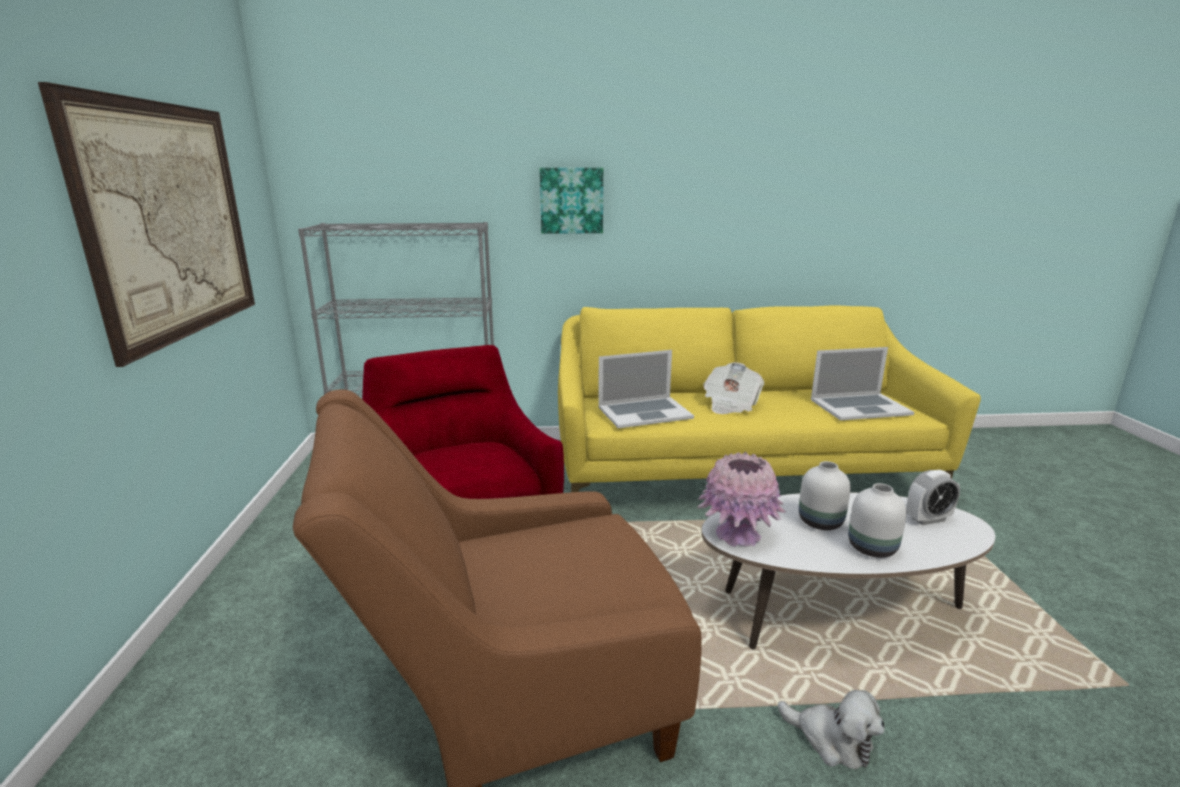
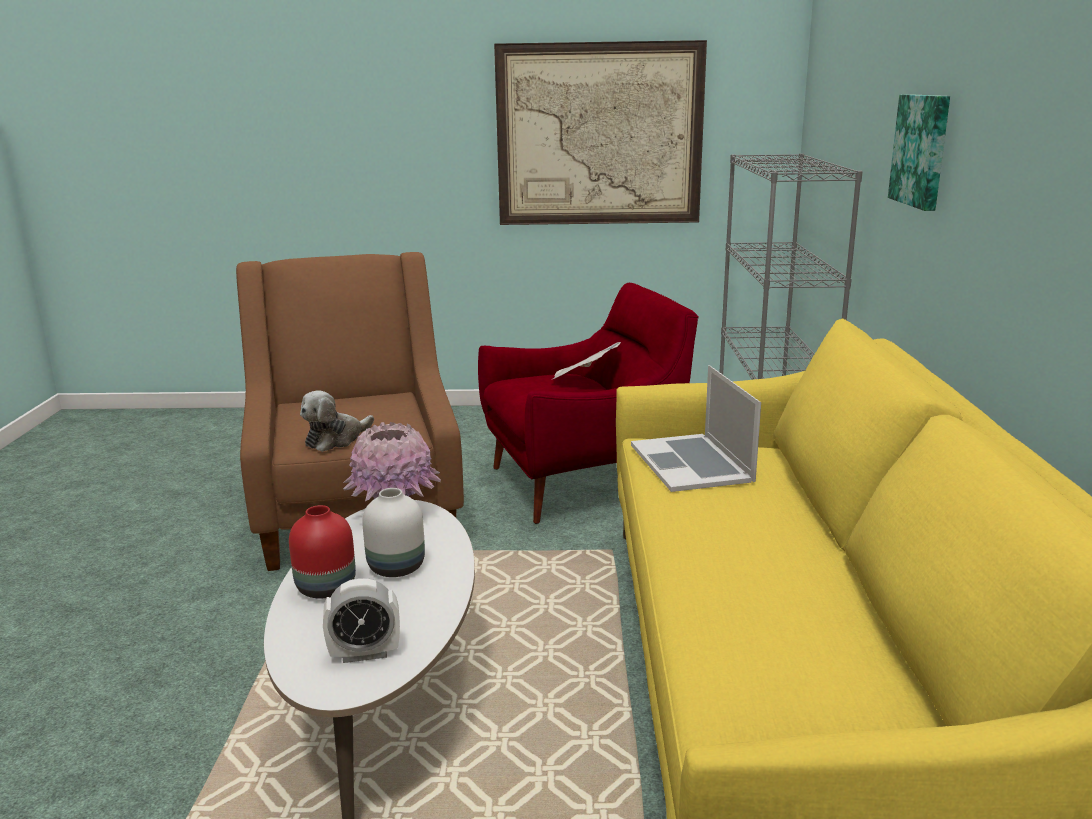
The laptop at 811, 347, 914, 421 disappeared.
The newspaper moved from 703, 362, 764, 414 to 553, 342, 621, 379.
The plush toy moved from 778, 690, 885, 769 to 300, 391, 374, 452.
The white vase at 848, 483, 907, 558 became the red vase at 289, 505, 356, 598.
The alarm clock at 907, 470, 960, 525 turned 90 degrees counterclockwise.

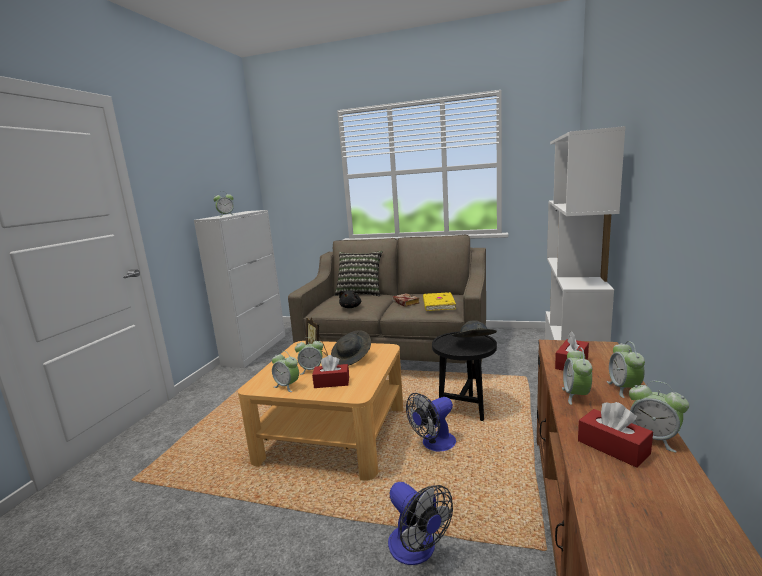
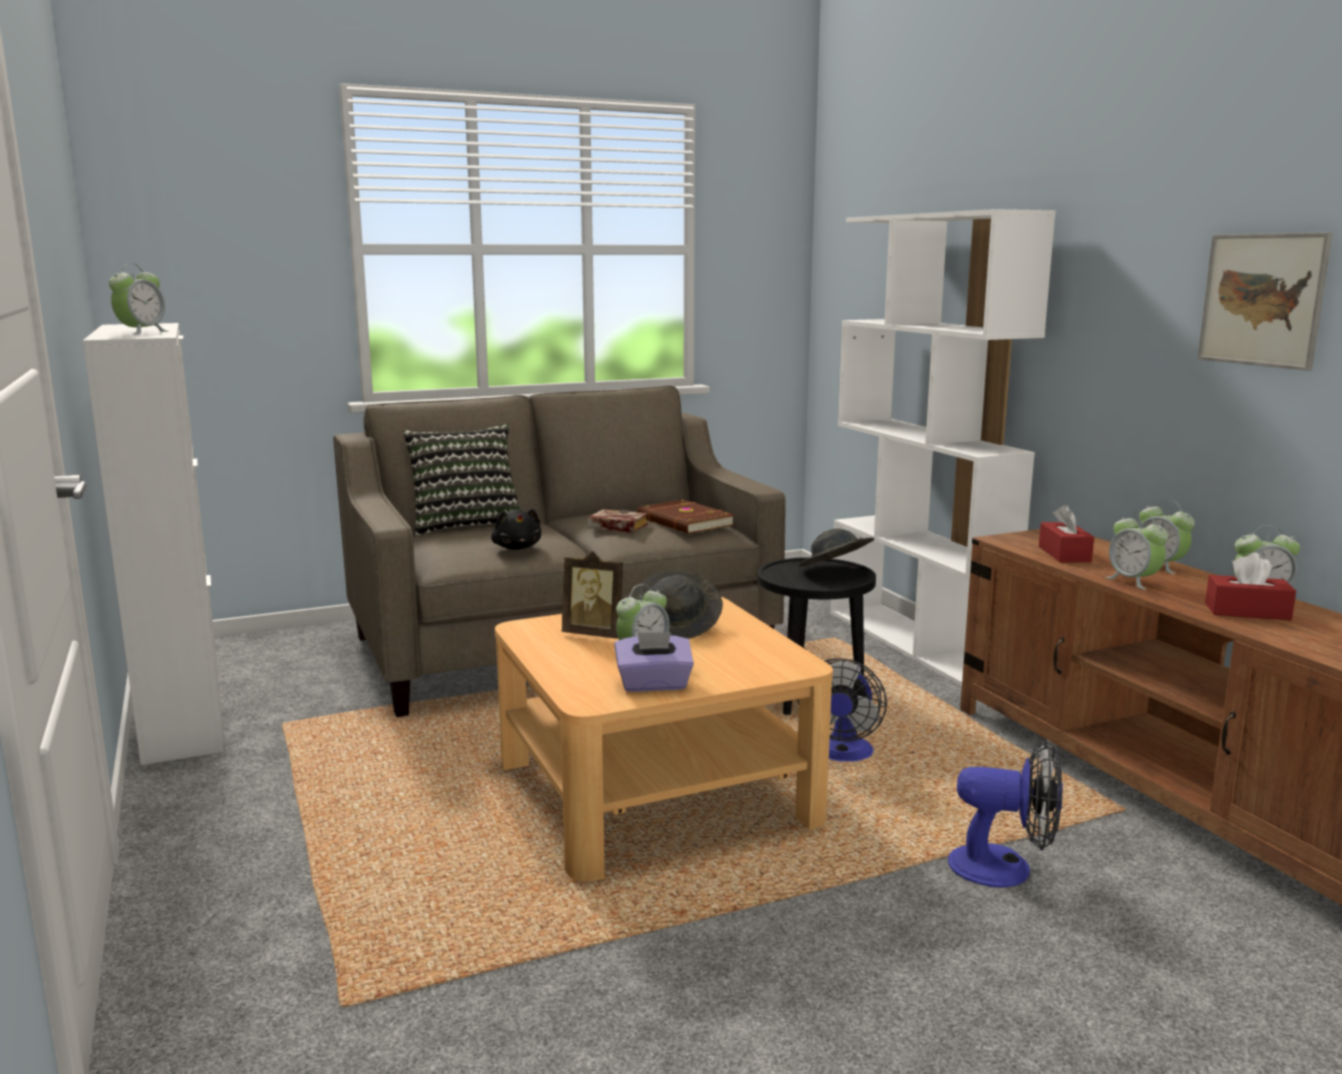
The red tissue box at 312, 355, 349, 388 disappeared.
The picture at 1197, 232, 1333, 371 appeared.
The alarm clock at 272, 351, 299, 392 was replaced by the purple tissue box at 614, 632, 694, 692.
The yellow book at 423, 292, 456, 311 became the brown book at 637, 500, 734, 534.

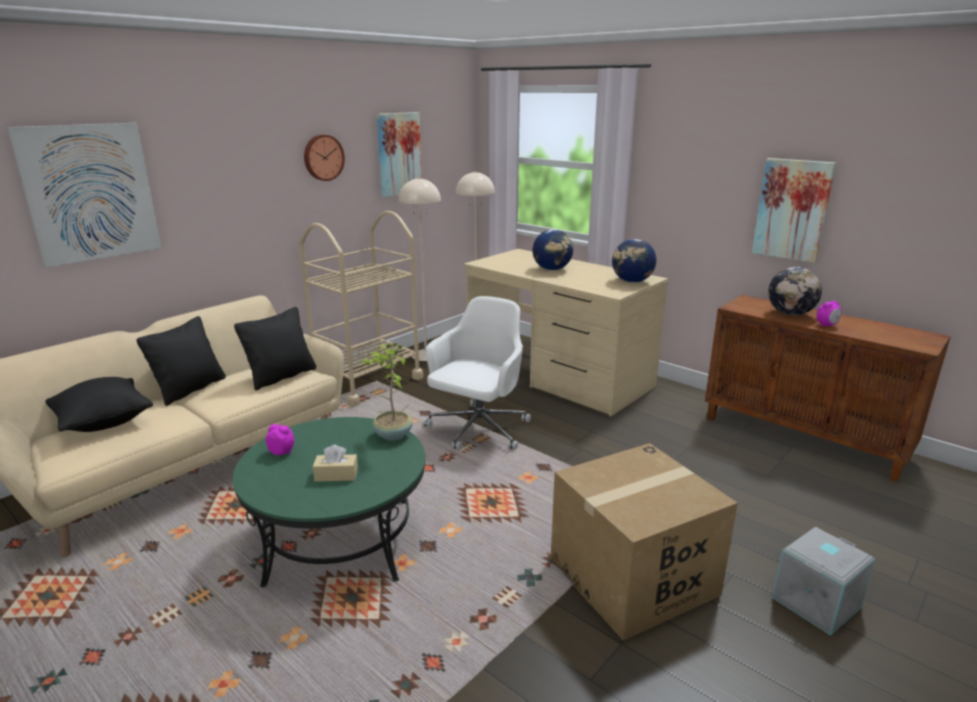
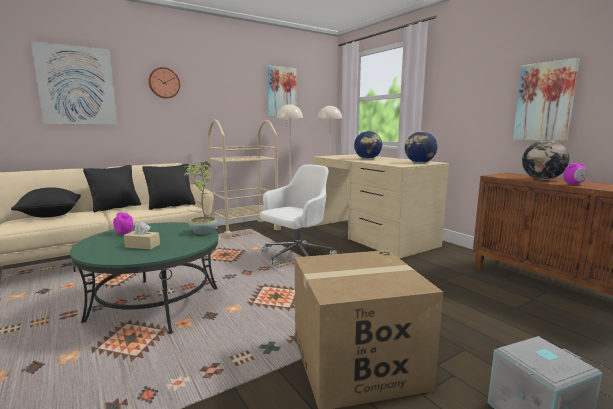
The wall clock moved from 304, 134, 345, 181 to 148, 67, 180, 99.

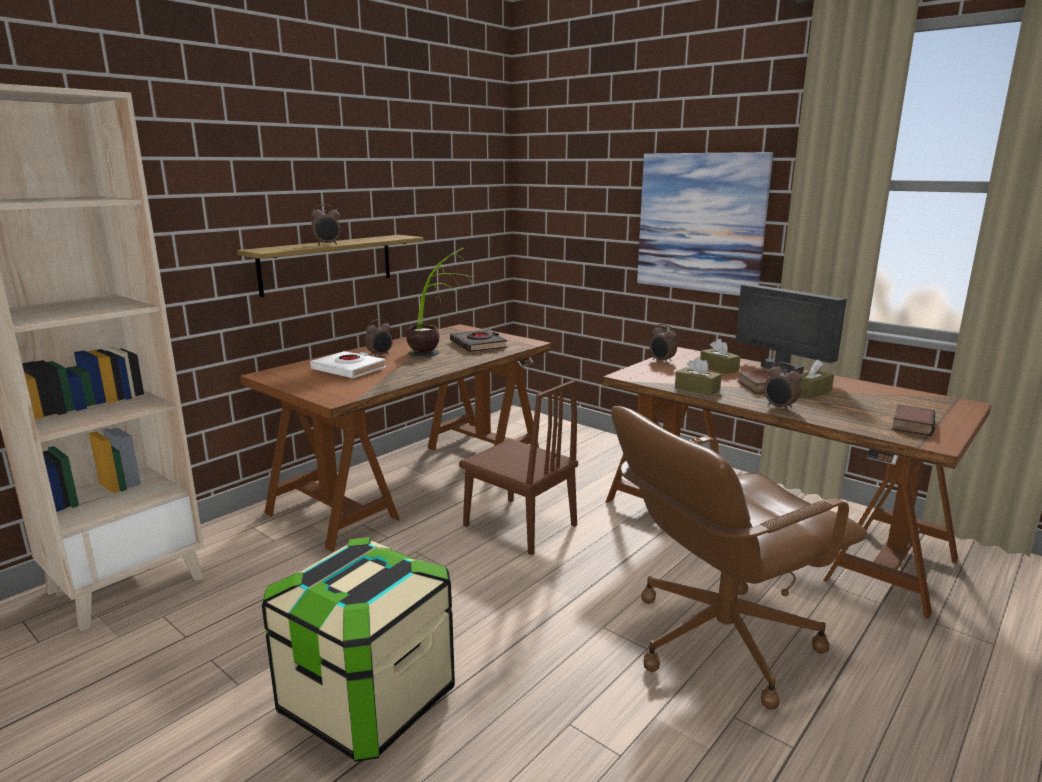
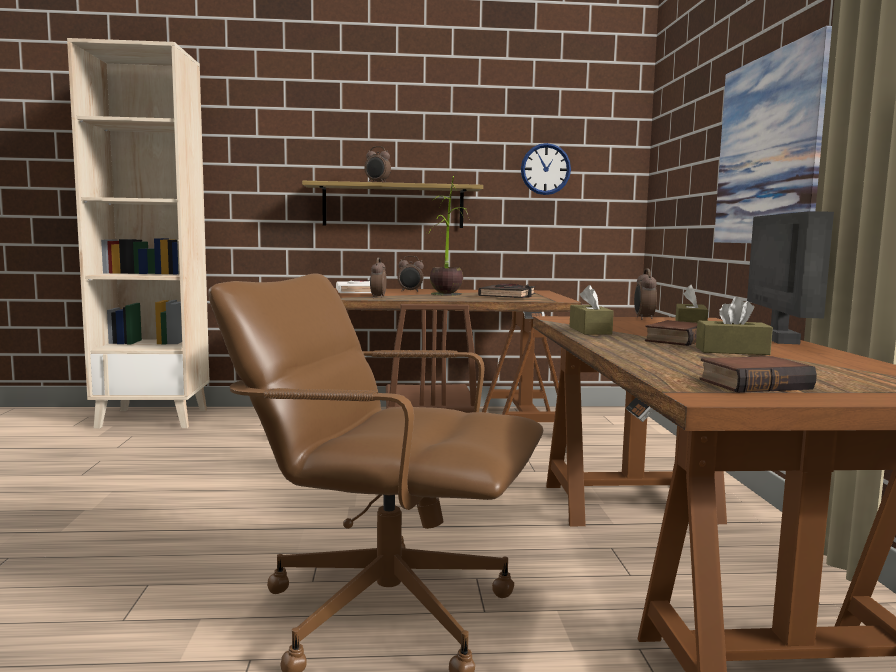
The storage box at 262, 537, 455, 762 disappeared.
The wall clock at 521, 143, 571, 195 appeared.
The alarm clock moved from 764, 362, 802, 411 to 370, 258, 387, 298.

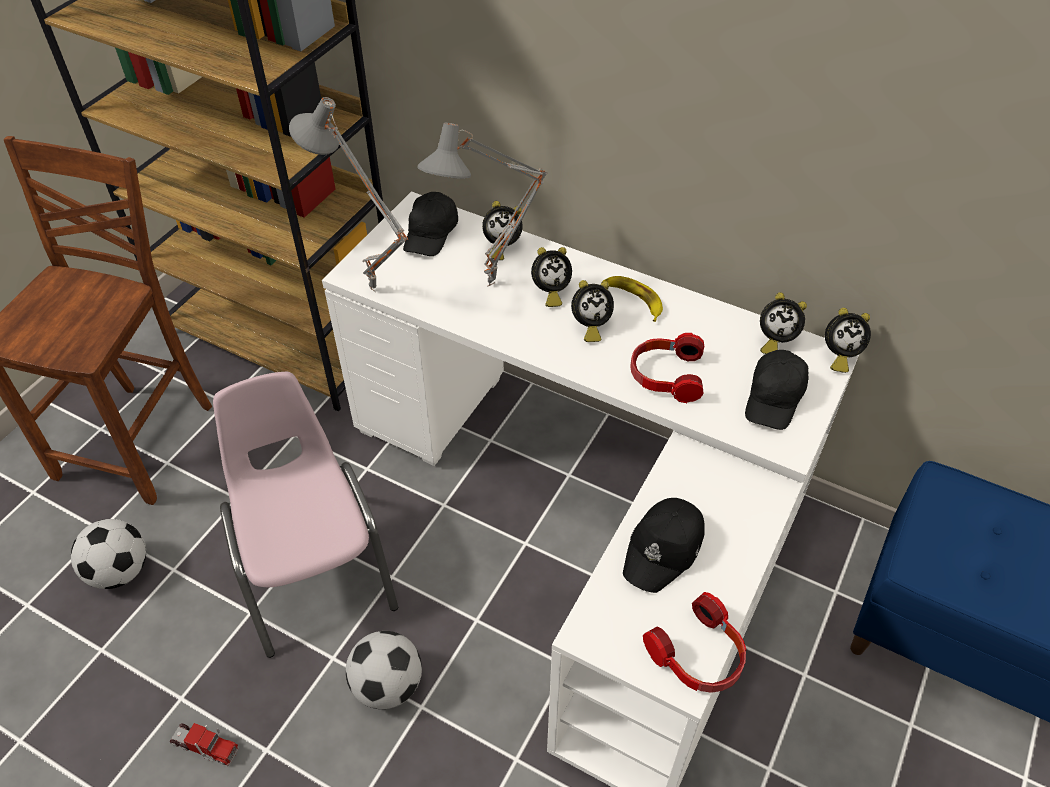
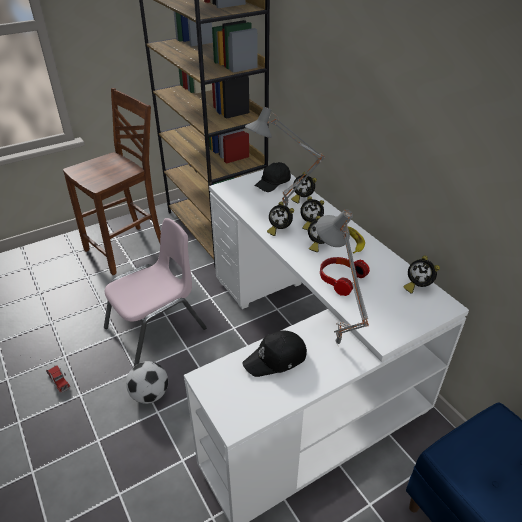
The football at 71, 519, 146, 589 disappeared.
The headphones at 643, 592, 746, 693 disappeared.
The black cap at 745, 350, 809, 430 disappeared.
The grey table lamp moved from 289, 97, 408, 292 to 316, 209, 369, 347.
The alarm clock moved from 825, 308, 871, 373 to 267, 202, 294, 236.
The pink chair at 213, 372, 398, 658 turned 45 degrees clockwise.

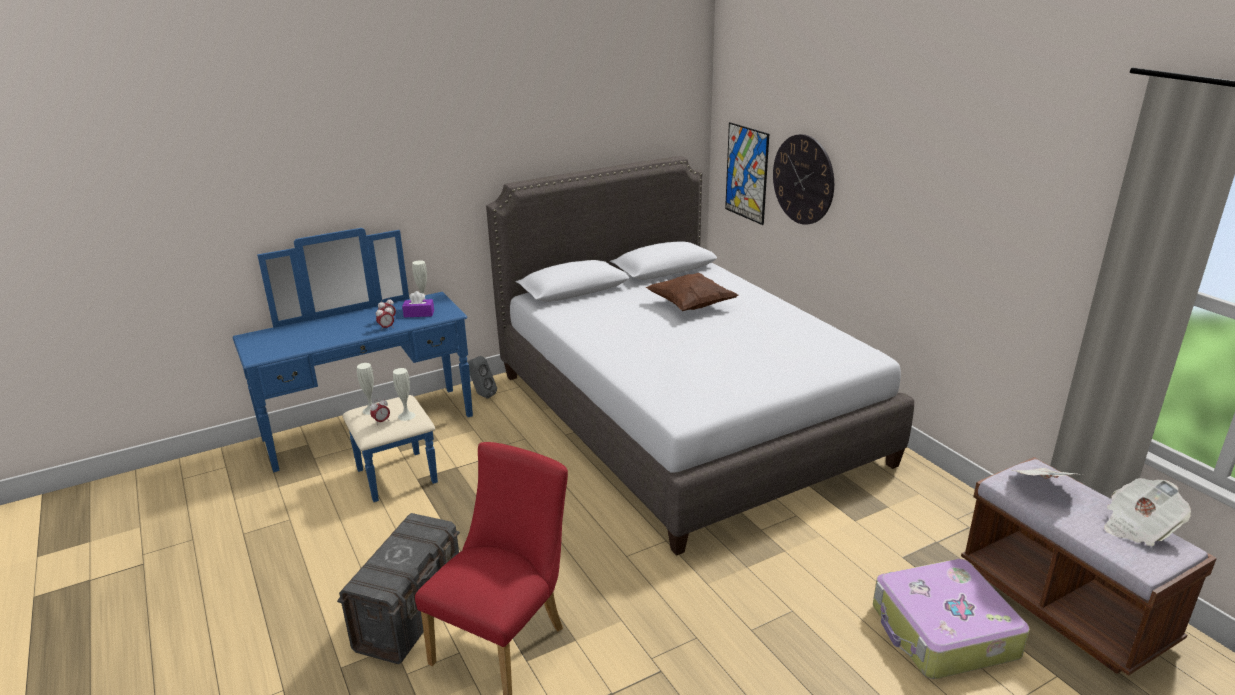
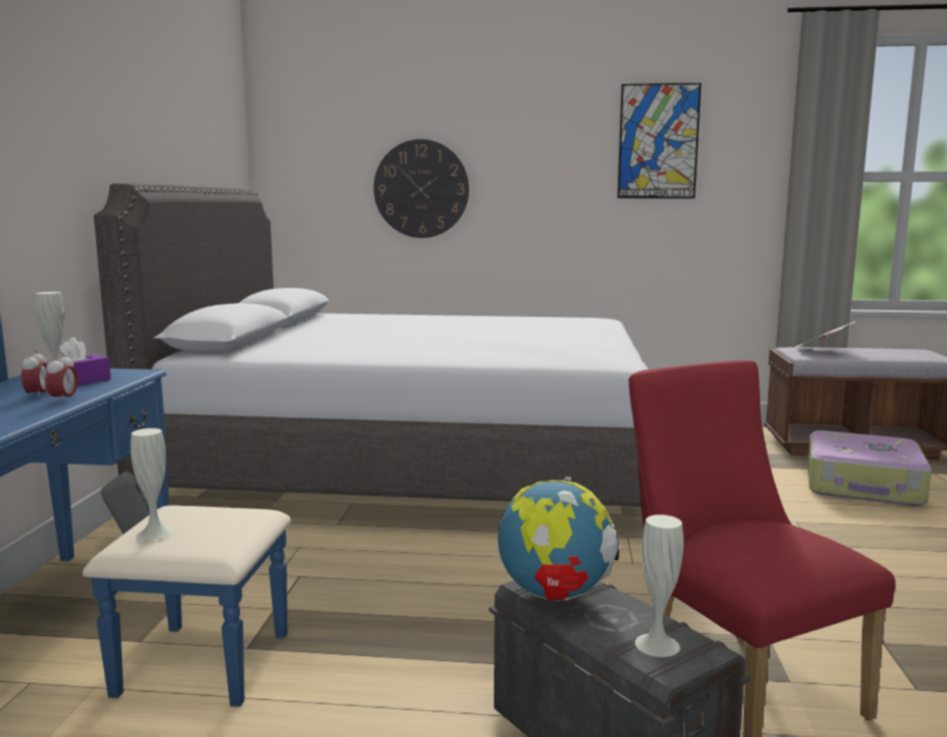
The alarm clock at 370, 398, 390, 424 disappeared.
The brown pillow at 646, 273, 739, 311 disappeared.
The newspaper at 1104, 478, 1191, 546 disappeared.
The globe at 498, 476, 620, 601 appeared.
The white vase moved from 393, 368, 415, 421 to 635, 515, 684, 657.
The picture moved from 725, 122, 769, 225 to 617, 83, 701, 198.

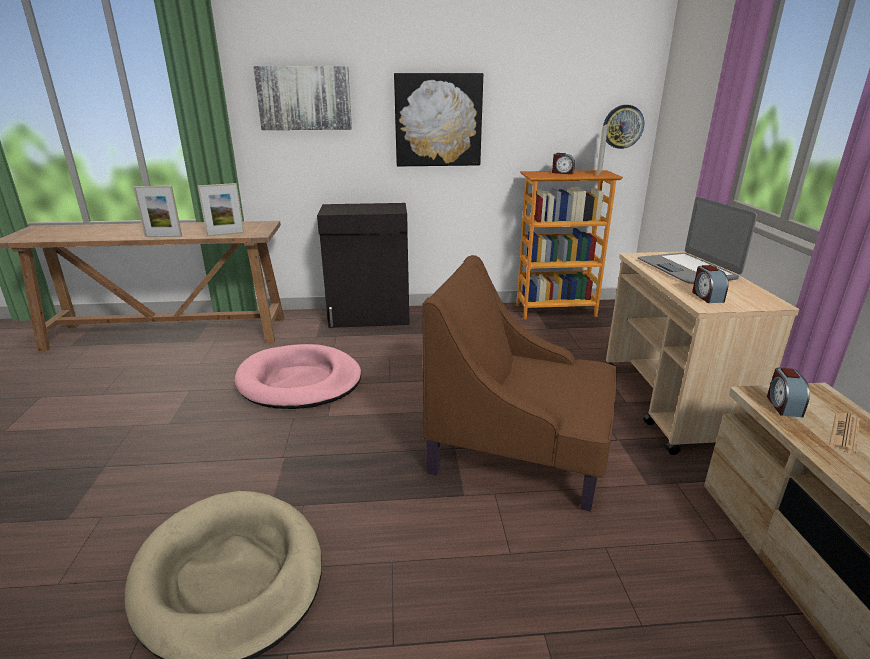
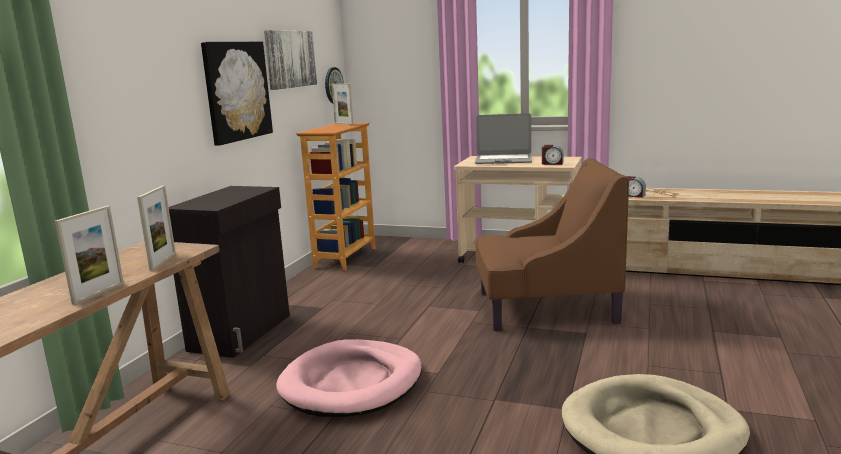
The alarm clock at 552, 153, 575, 174 disappeared.
The picture moved from 253, 66, 352, 130 to 264, 30, 317, 90.
The brown armchair at 422, 255, 617, 512 turned 135 degrees counterclockwise.

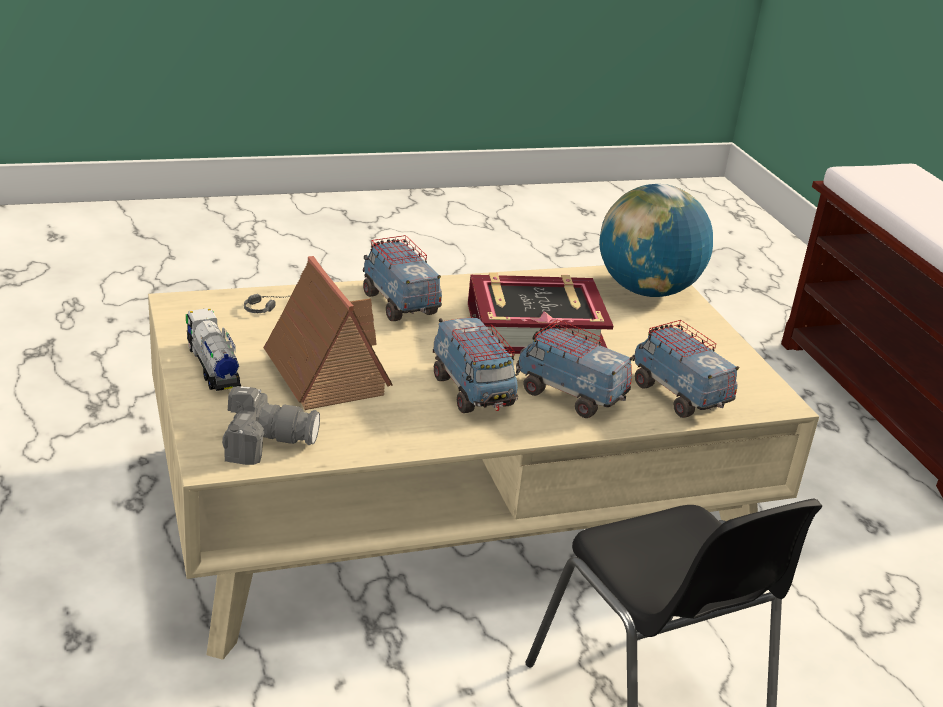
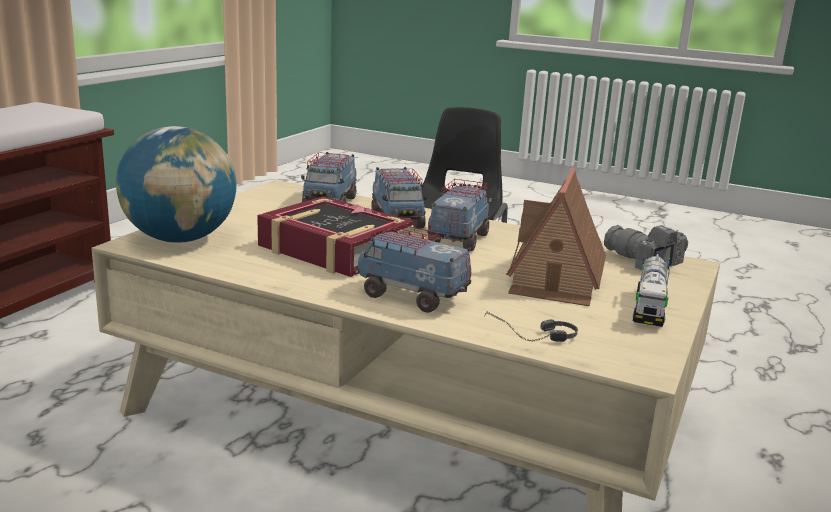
The toy truck at 363, 235, 442, 321 turned 105 degrees clockwise.

